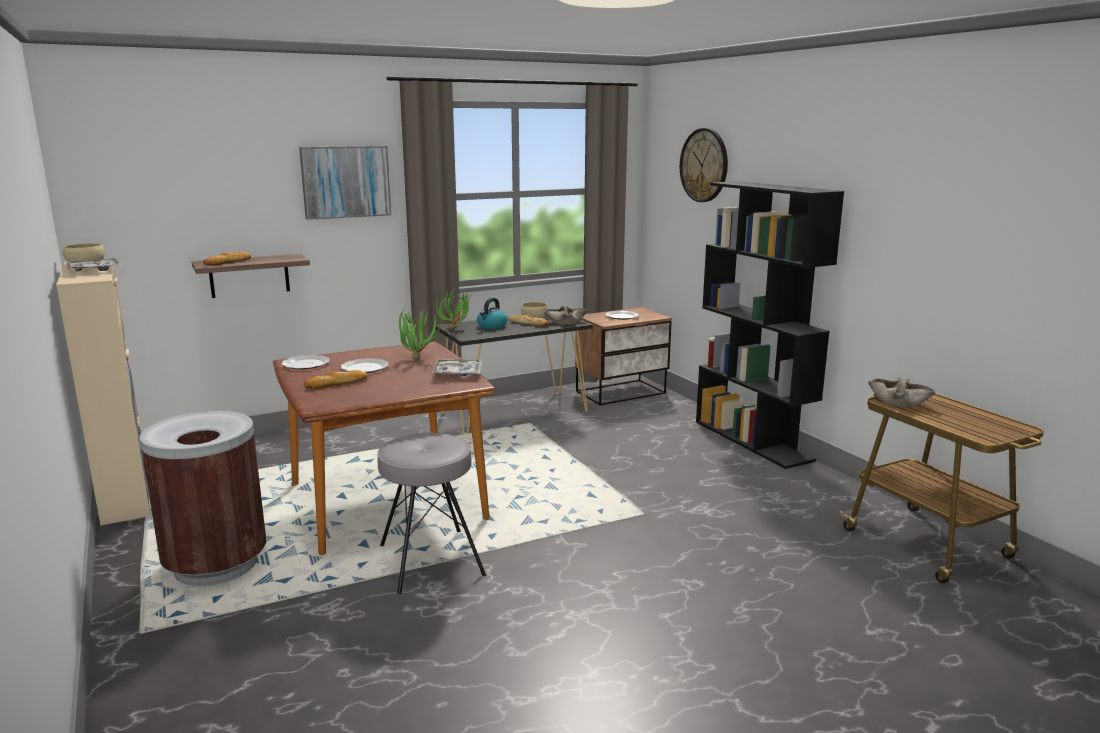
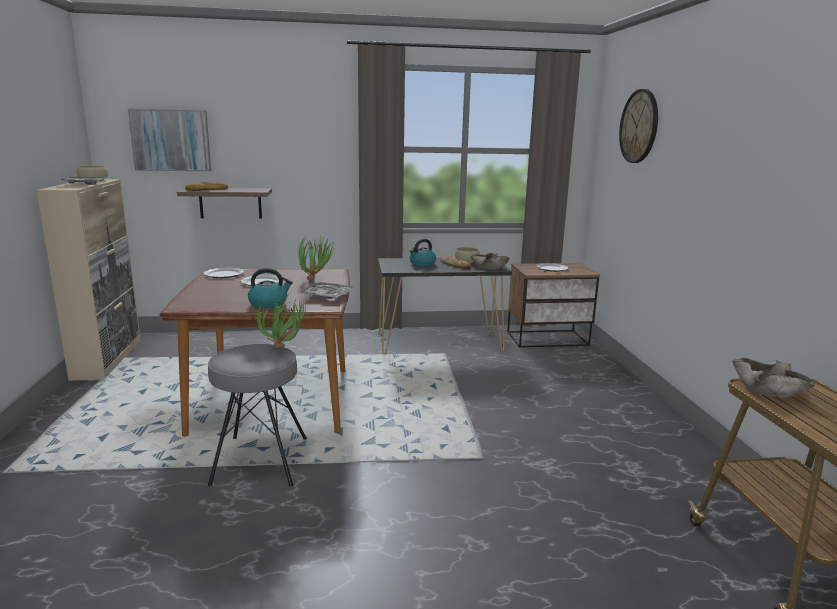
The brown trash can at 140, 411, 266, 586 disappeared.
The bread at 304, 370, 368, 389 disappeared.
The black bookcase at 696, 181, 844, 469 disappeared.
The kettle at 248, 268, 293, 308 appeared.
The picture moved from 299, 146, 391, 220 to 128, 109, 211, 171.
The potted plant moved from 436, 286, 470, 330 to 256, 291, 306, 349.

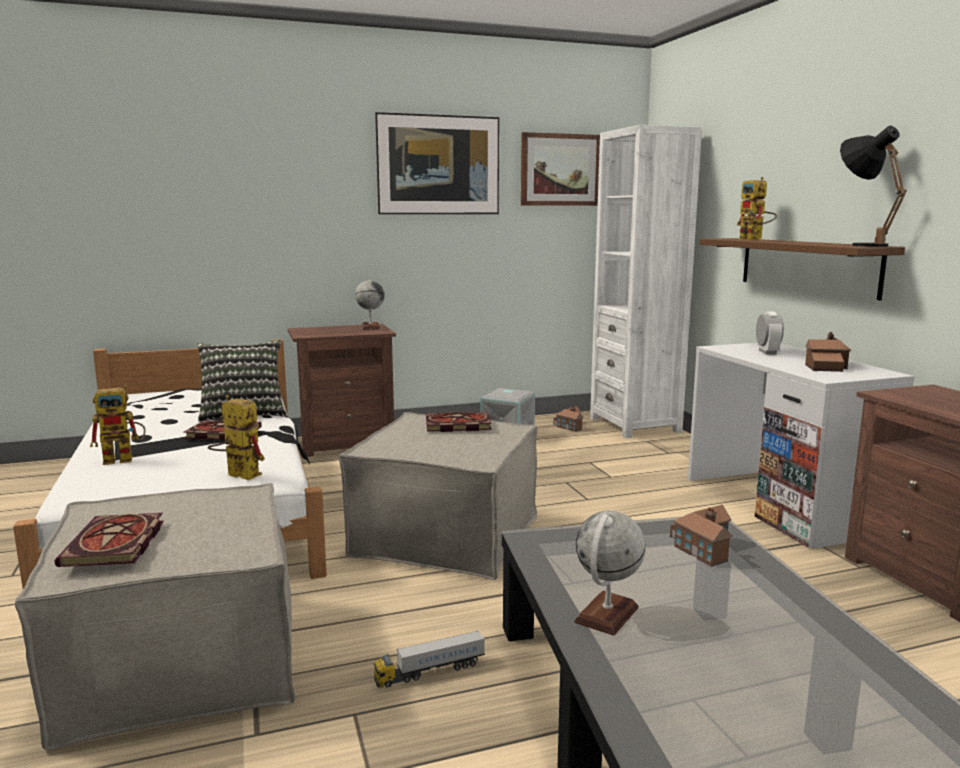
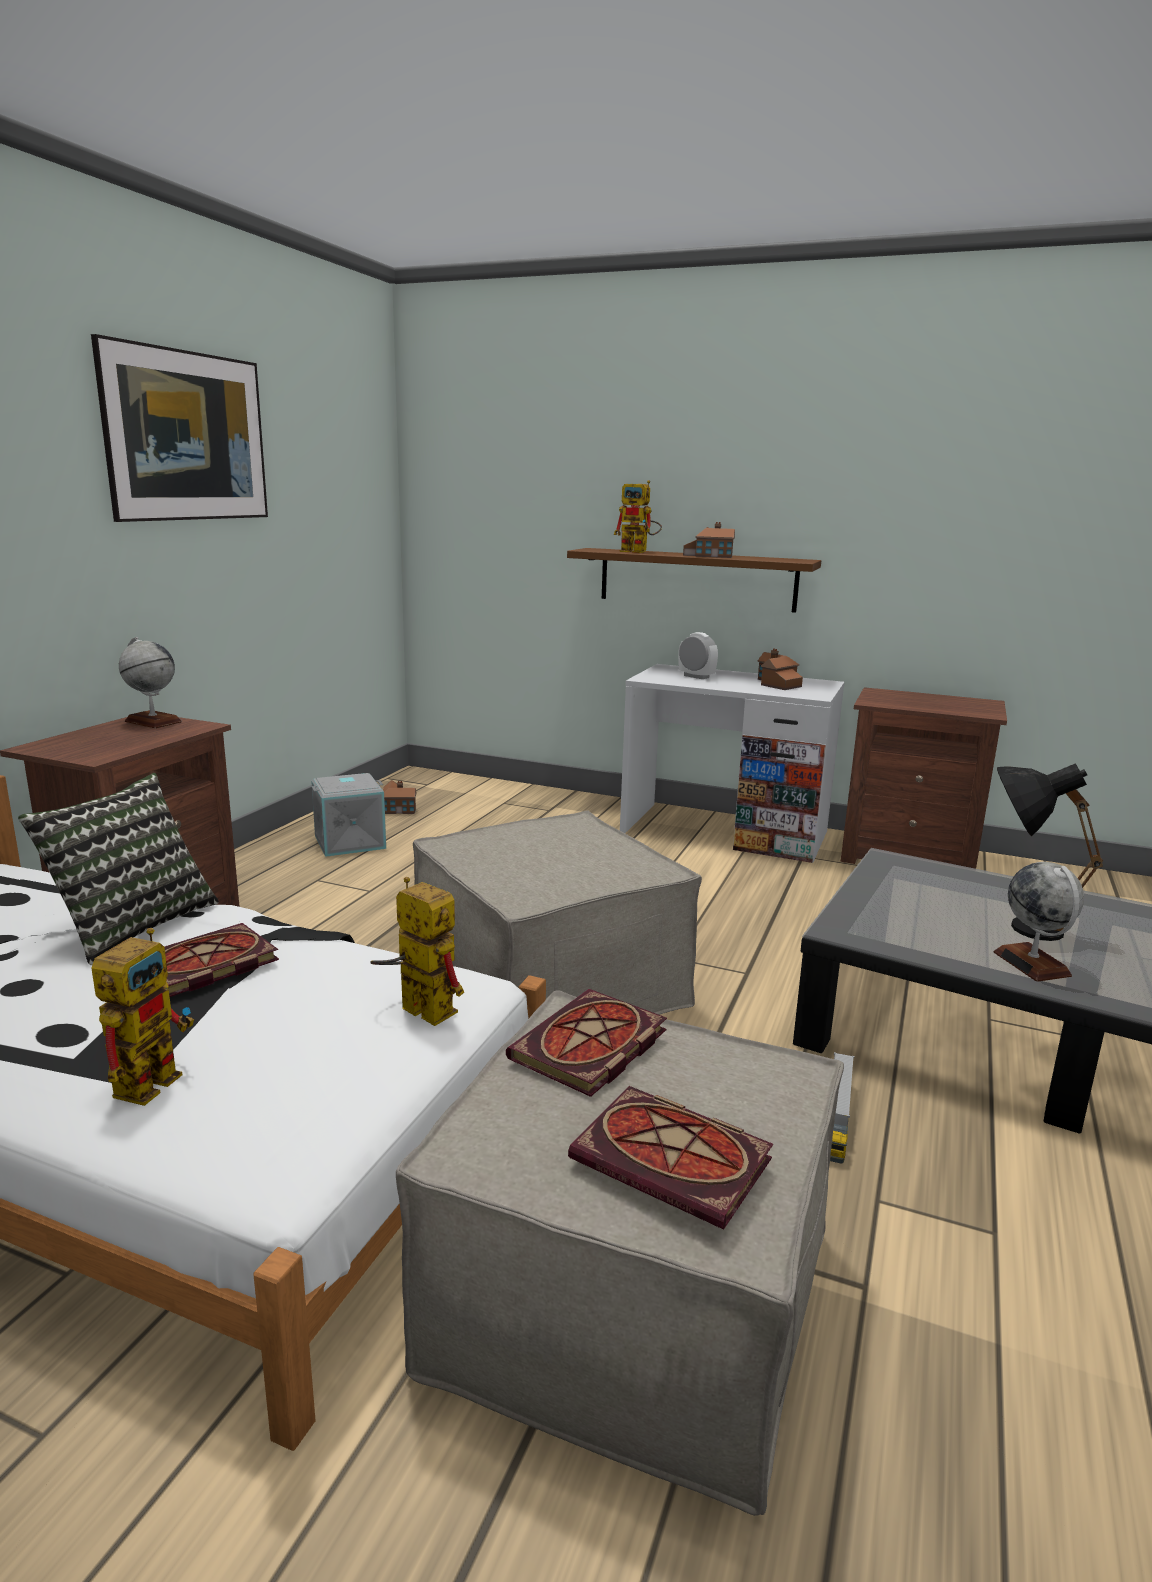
The picture at 521, 132, 600, 206 disappeared.
The white bookcase at 590, 125, 702, 438 disappeared.
The book moved from 426, 412, 492, 432 to 506, 989, 667, 1097.
The toy house moved from 670, 505, 733, 567 to 683, 522, 735, 558.
The black table lamp moved from 840, 126, 907, 247 to 997, 763, 1103, 941.
The toy robot at 208, 395, 265, 480 turned 60 degrees clockwise.

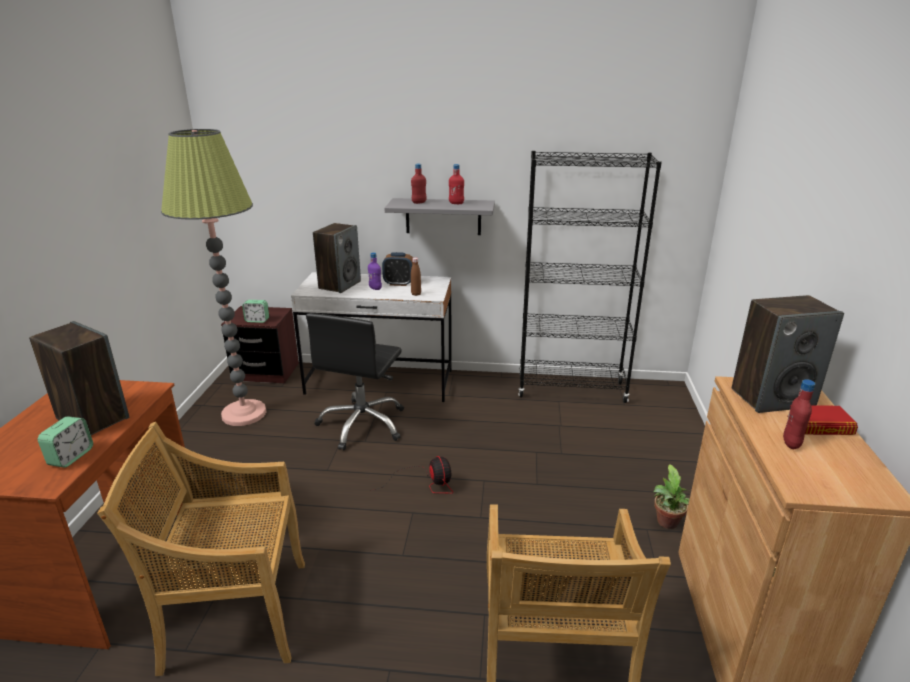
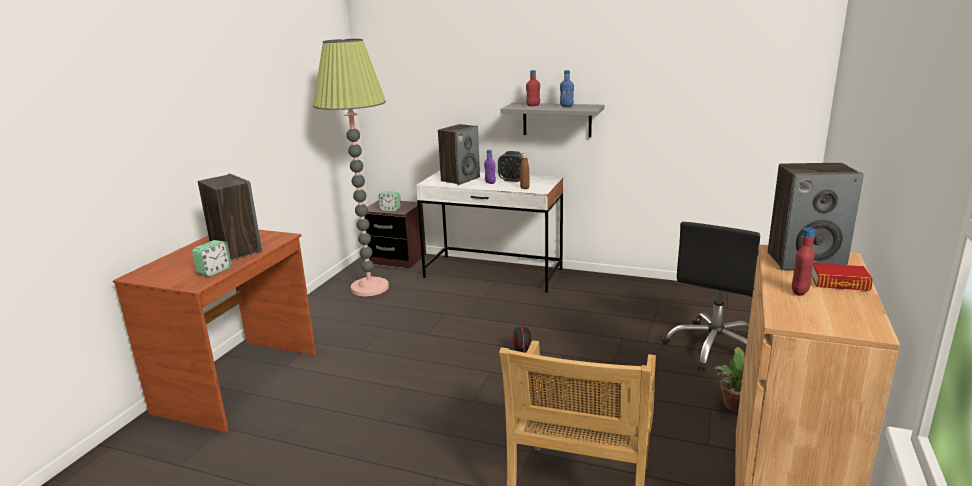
The beige chair at 97, 422, 305, 676 disappeared.
The black bookcase at 518, 151, 662, 403 disappeared.
The black office chair moved from 306, 313, 404, 451 to 662, 222, 760, 371.
The red bottle at 449, 164, 464, 204 became the blue bottle at 560, 70, 574, 107.

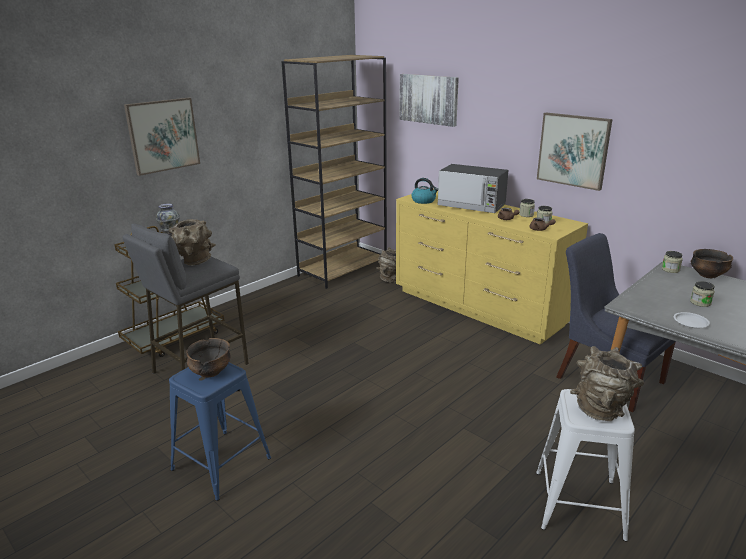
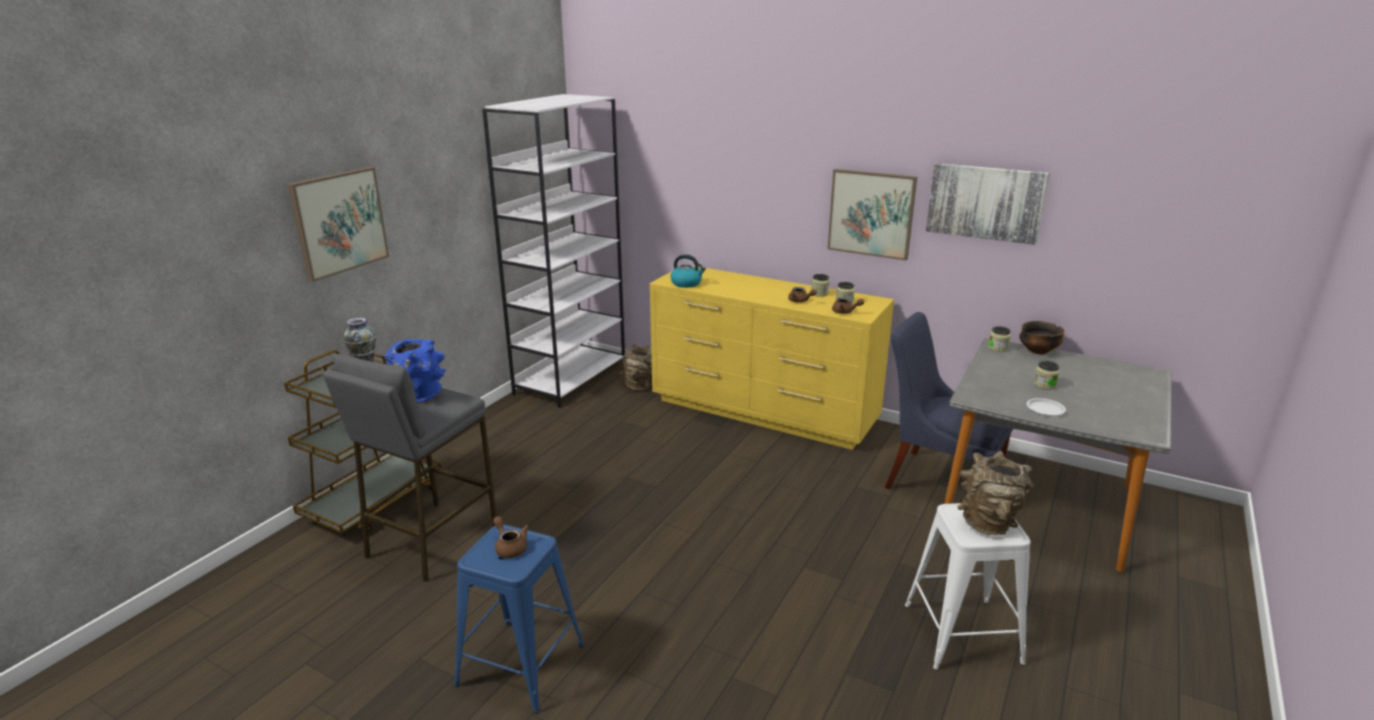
The microwave at 437, 164, 508, 213 disappeared.
The picture moved from 399, 74, 459, 127 to 926, 163, 1050, 245.
The bowl at 186, 338, 230, 378 was replaced by the brown teapot at 493, 516, 529, 558.
The brown vase at 169, 219, 216, 266 became the blue vase at 385, 339, 446, 403.
The brown bookcase at 281, 55, 387, 289 became the white bookcase at 482, 94, 625, 408.

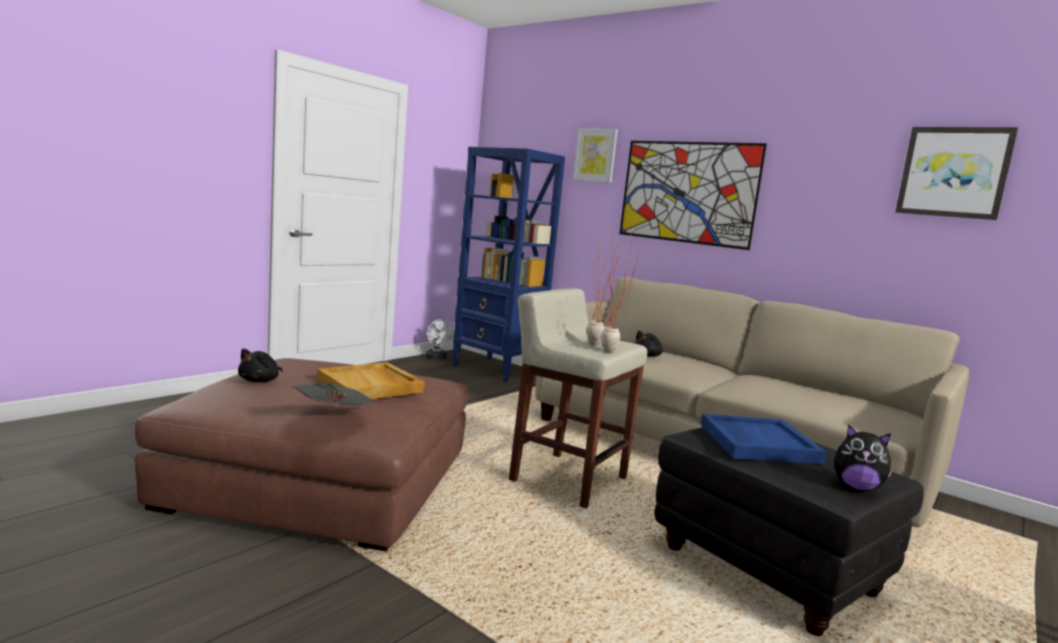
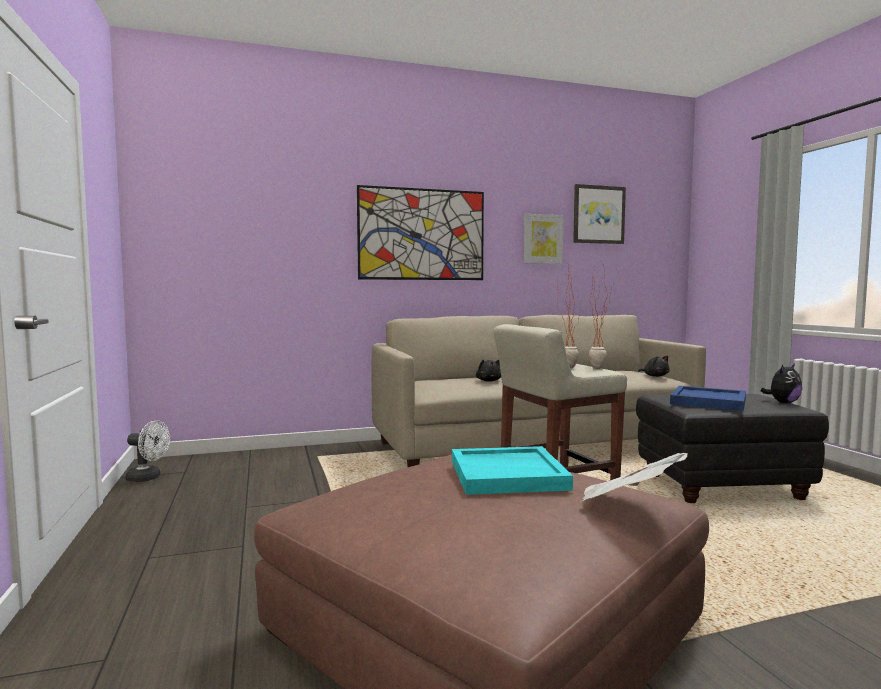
The blue bookcase at 453, 147, 565, 382 disappeared.
The black plush toy moved from 238, 348, 283, 383 to 638, 356, 670, 377.
The picture moved from 573, 129, 618, 183 to 524, 214, 564, 264.
The beige tray at 317, 362, 425, 399 became the turquoise tray at 452, 446, 573, 495.

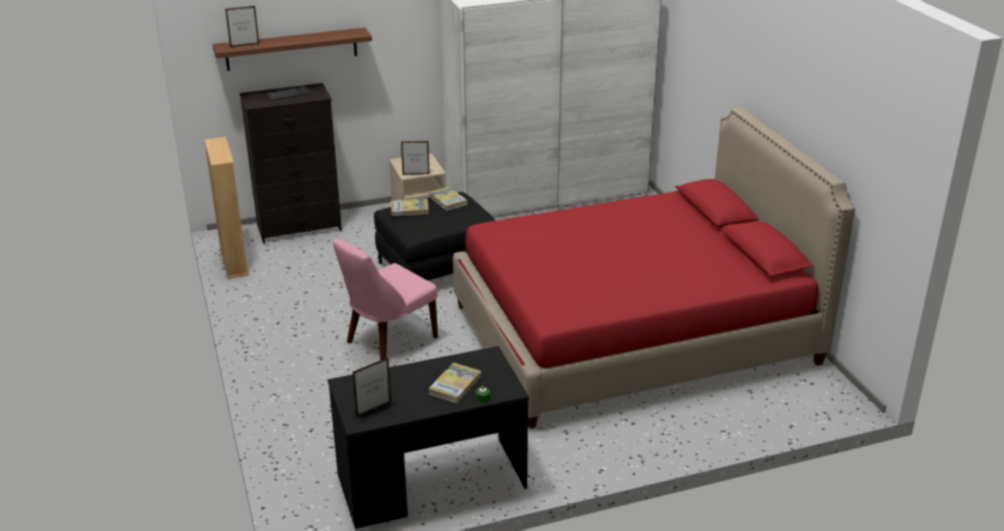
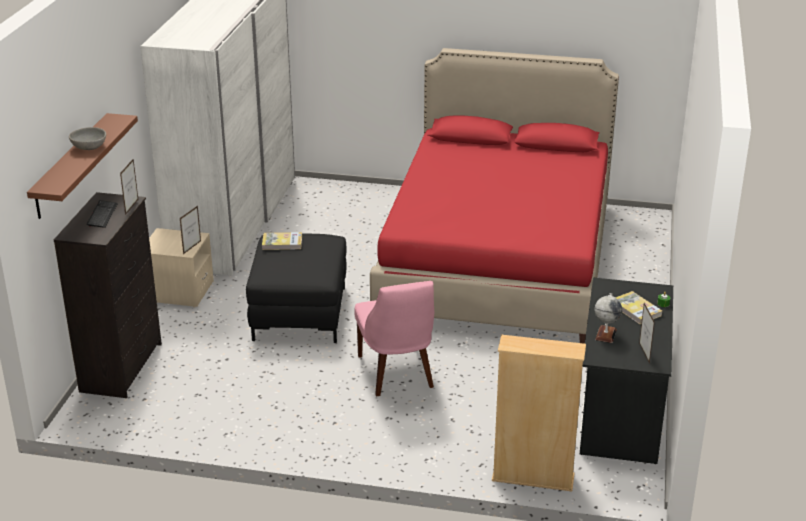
The book at 391, 199, 429, 216 disappeared.
The grey bowl at 69, 127, 106, 150 appeared.
The globe at 594, 293, 622, 343 appeared.
The beige bookcase moved from 204, 137, 249, 279 to 492, 335, 586, 491.
The picture frame moved from 225, 6, 259, 47 to 120, 158, 138, 215.

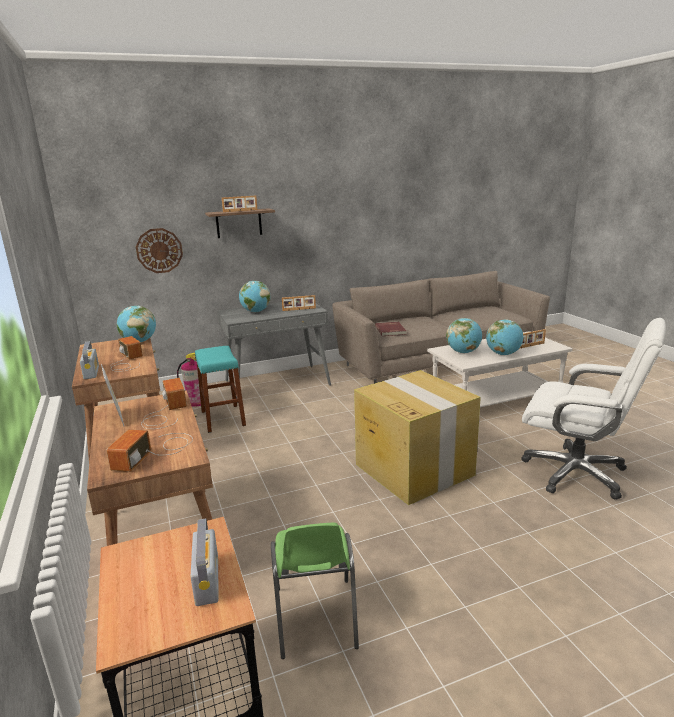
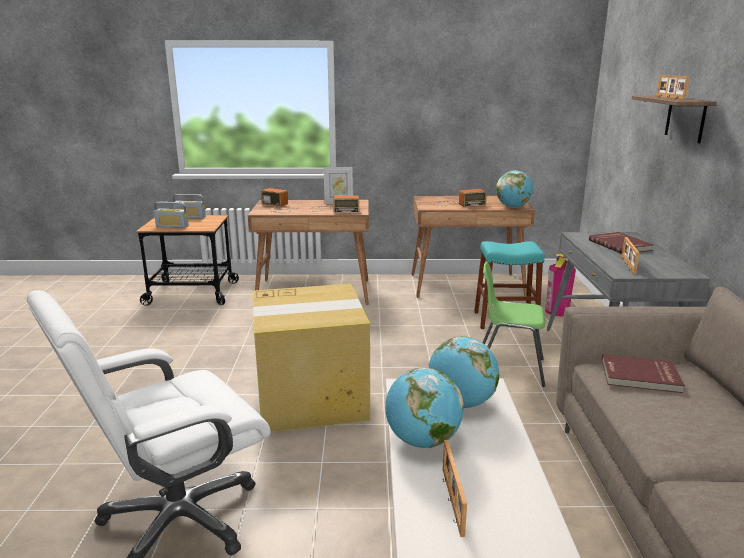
The wall clock at 136, 228, 183, 273 disappeared.
The radio moved from 80, 341, 99, 379 to 173, 194, 206, 219.
The green chair moved from 271, 523, 359, 659 to 482, 262, 545, 387.
The globe at 239, 281, 270, 312 was replaced by the red book at 589, 232, 653, 254.

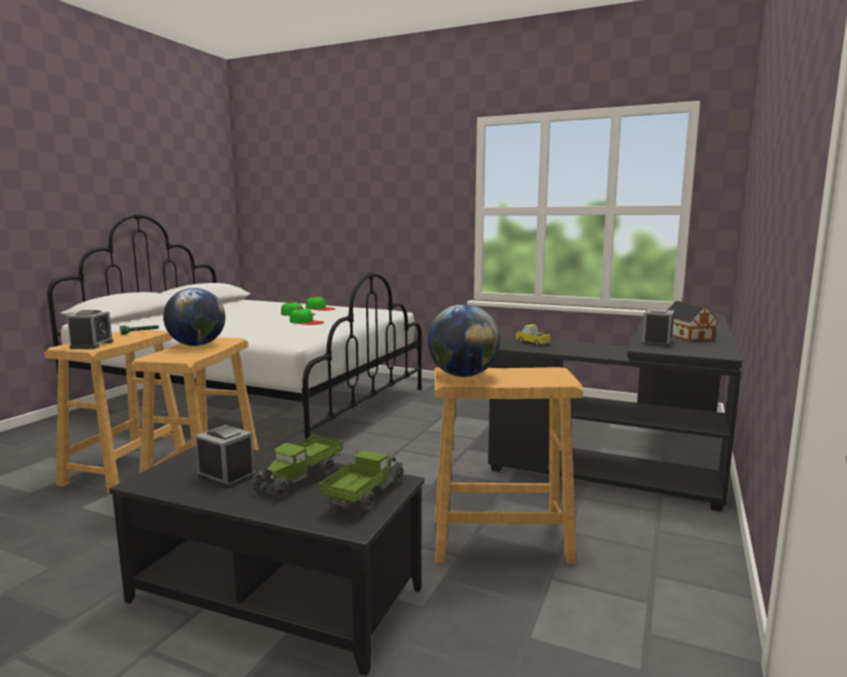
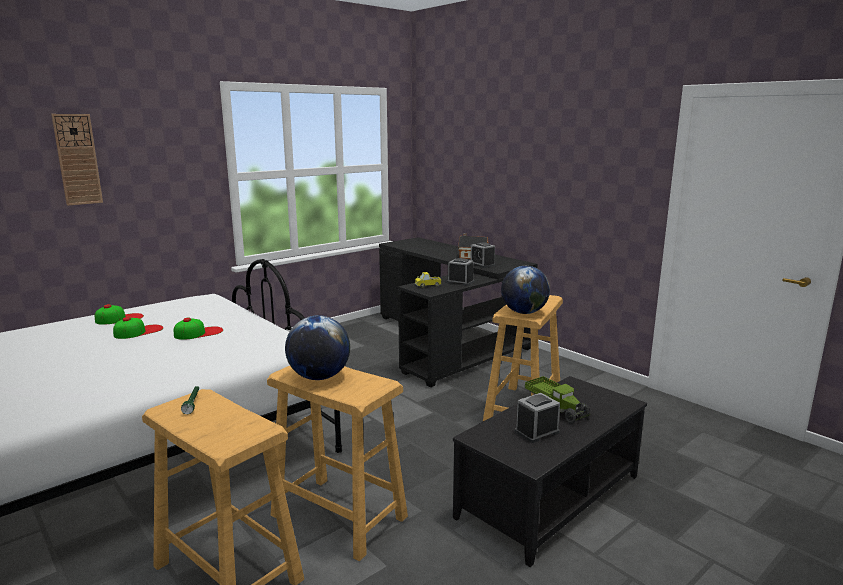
The toy truck at 319, 451, 405, 512 disappeared.
The wall clock at 51, 114, 103, 206 appeared.
The alarm clock moved from 67, 310, 113, 349 to 447, 258, 474, 286.

